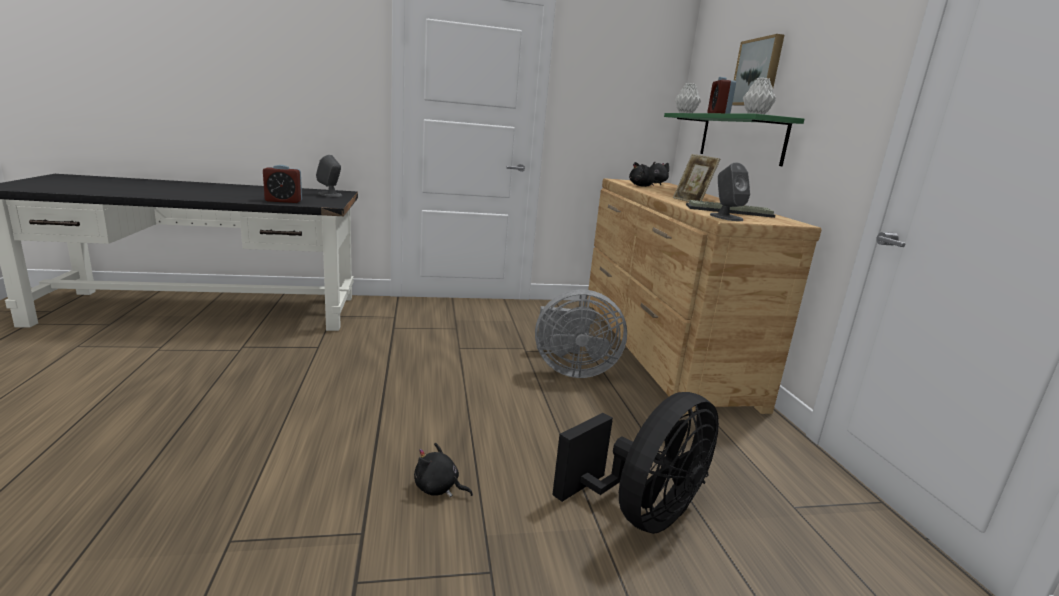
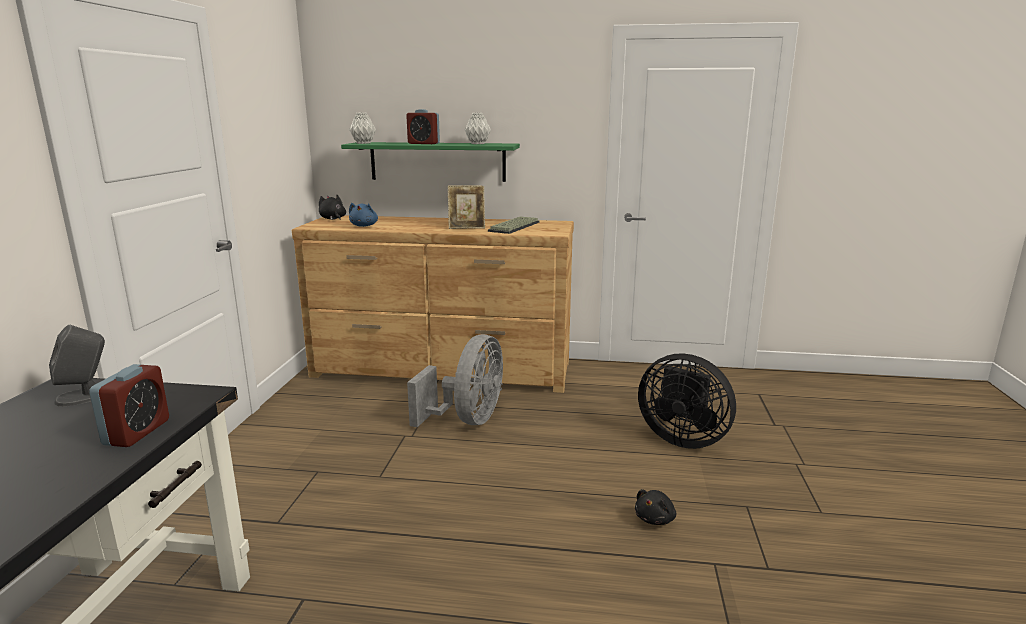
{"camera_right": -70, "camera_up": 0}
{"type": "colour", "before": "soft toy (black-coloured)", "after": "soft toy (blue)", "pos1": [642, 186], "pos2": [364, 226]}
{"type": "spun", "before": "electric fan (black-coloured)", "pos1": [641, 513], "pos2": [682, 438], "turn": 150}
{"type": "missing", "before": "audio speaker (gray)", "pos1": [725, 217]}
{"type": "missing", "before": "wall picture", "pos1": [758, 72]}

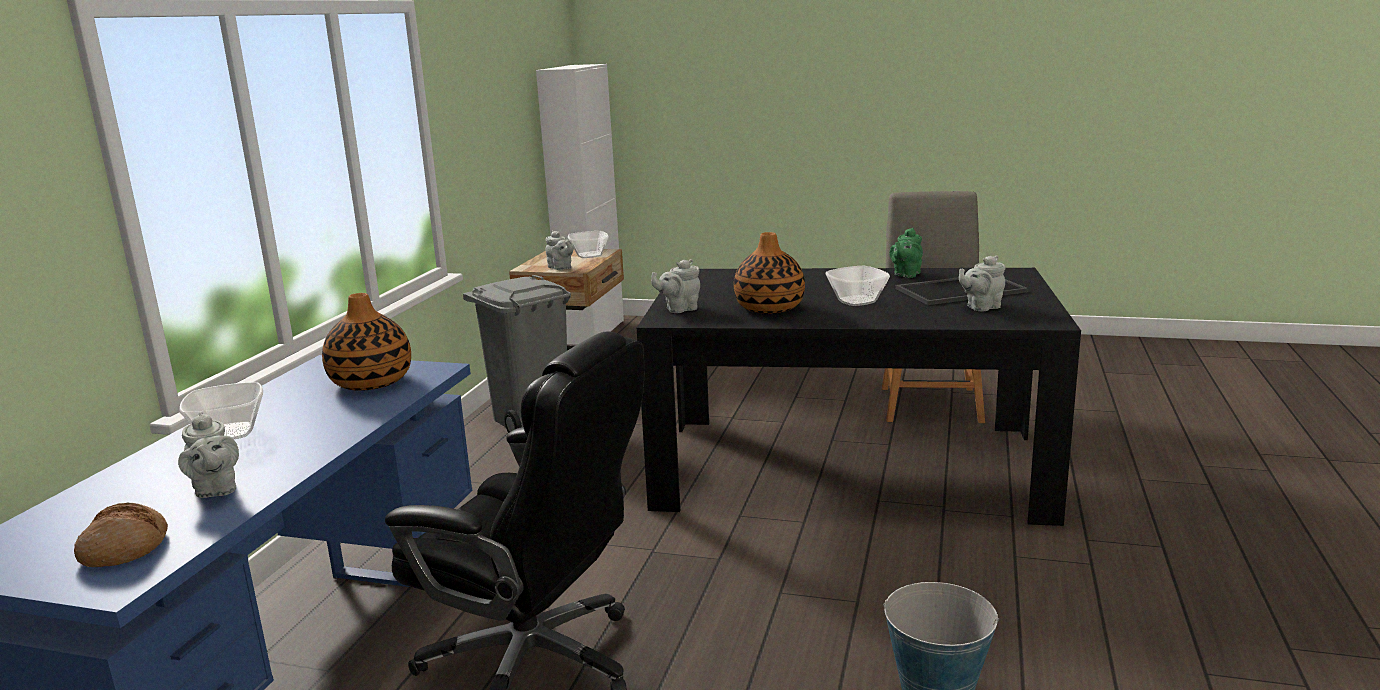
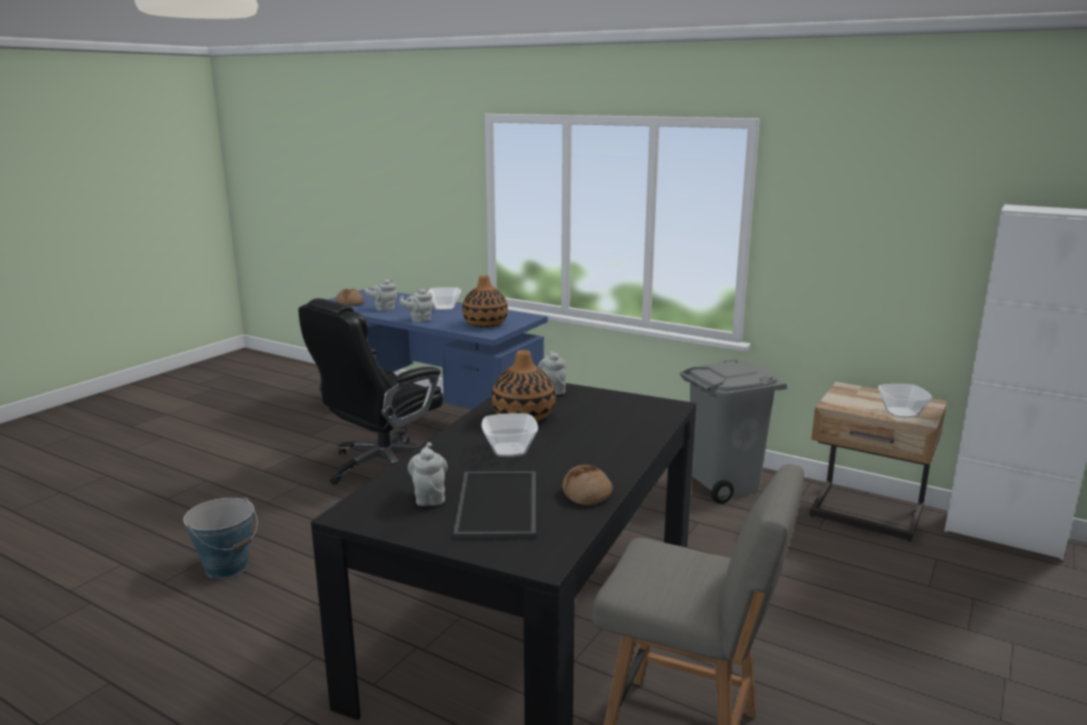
{"camera_right": 105, "camera_up": 0}
{"type": "relocated", "before": "teapot (gray)", "pos1": [561, 268], "pos2": [419, 320]}
{"type": "exchanged", "before": "teapot (green)", "after": "bakery bread", "pos1": [906, 274], "pos2": [587, 493]}

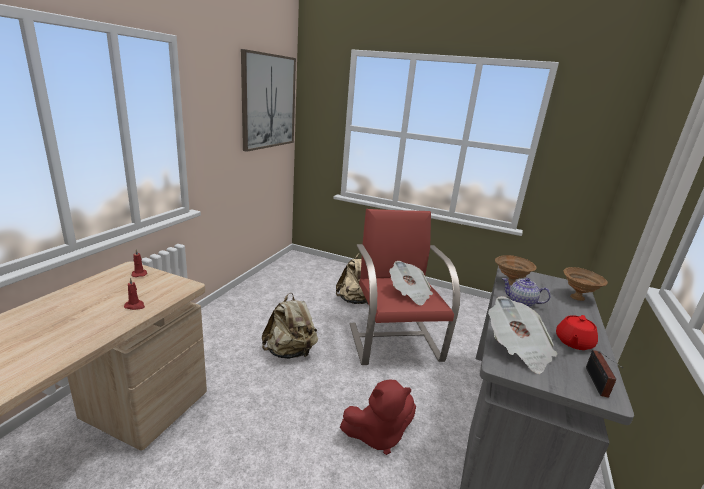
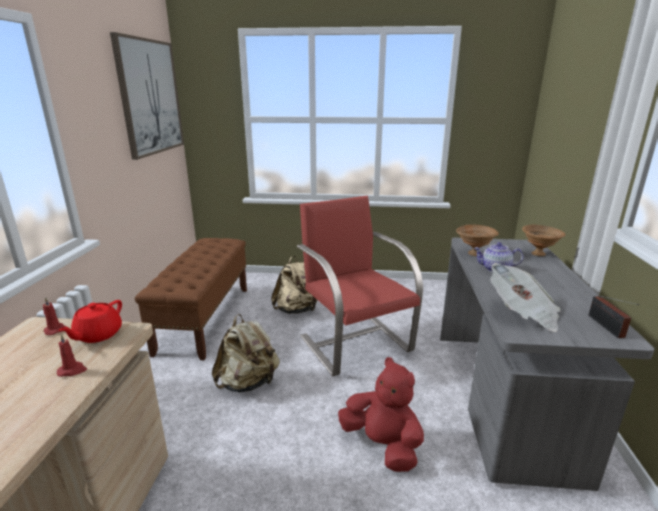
{"camera_right": -15, "camera_up": 0}
{"type": "relocated", "before": "teapot (red-coloured)", "pos1": [573, 342], "pos2": [98, 335]}
{"type": "appeared", "after": "bench (brown-coloured)", "pos2": [205, 318]}
{"type": "spun", "before": "soft toy (red-coloured)", "pos1": [378, 435], "pos2": [382, 445], "turn": -105}
{"type": "missing", "before": "newspaper", "pos1": [409, 293]}

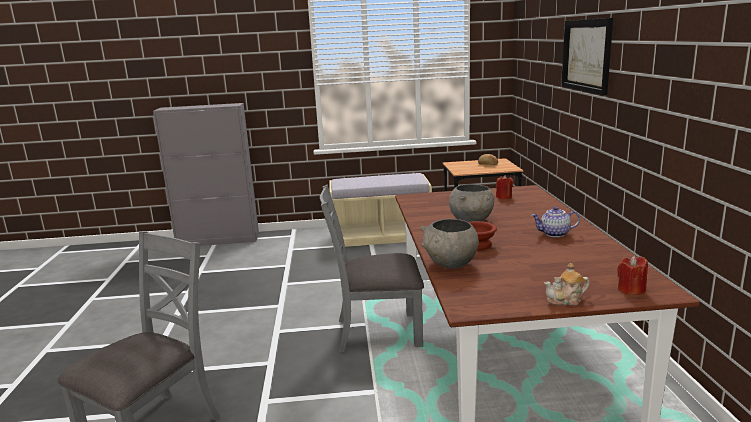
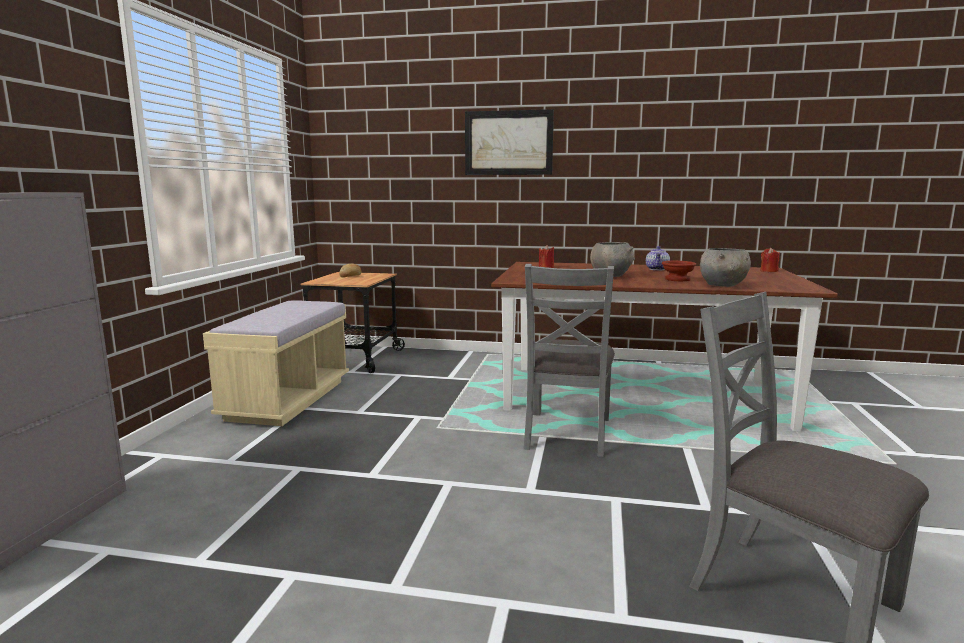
{"camera_right": -75, "camera_up": -5}
{"type": "missing", "before": "teapot", "pos1": [566, 300]}

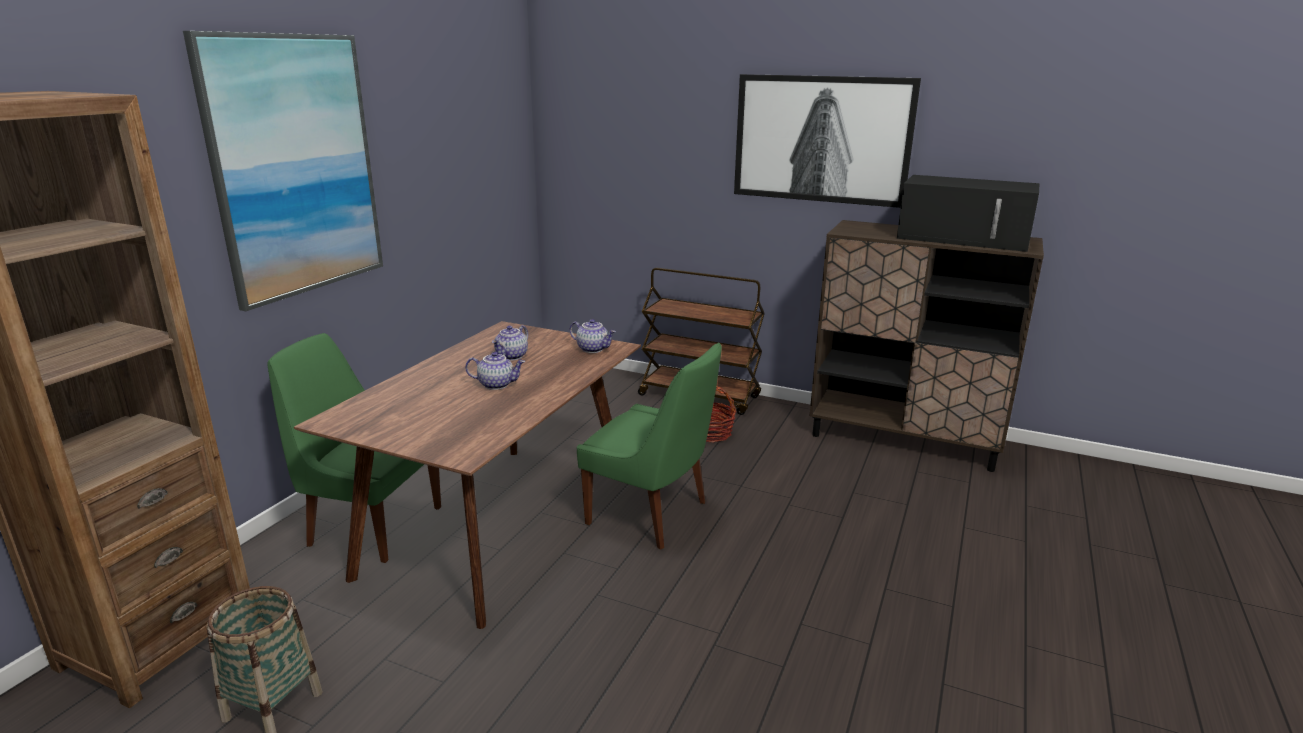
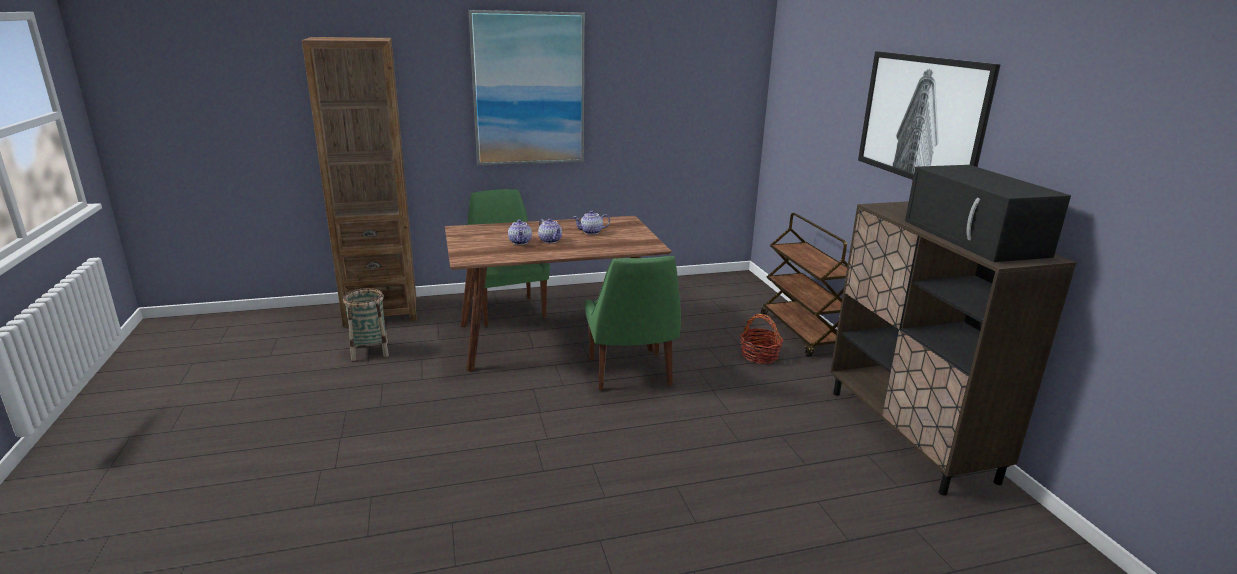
{"camera_right": 50, "camera_up": 0}
{"type": "relocated", "before": "teapot", "pos1": [593, 349], "pos2": [520, 242]}

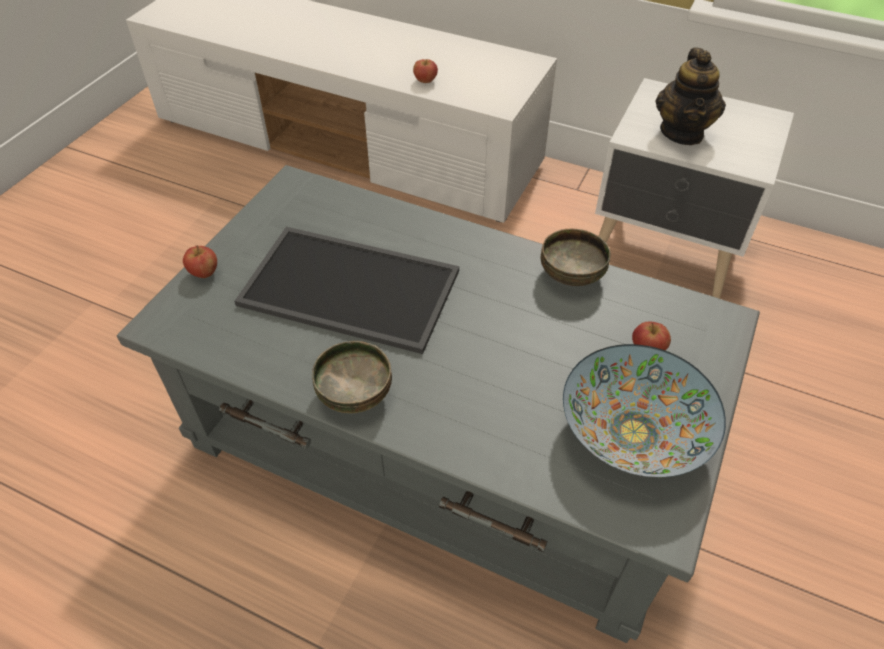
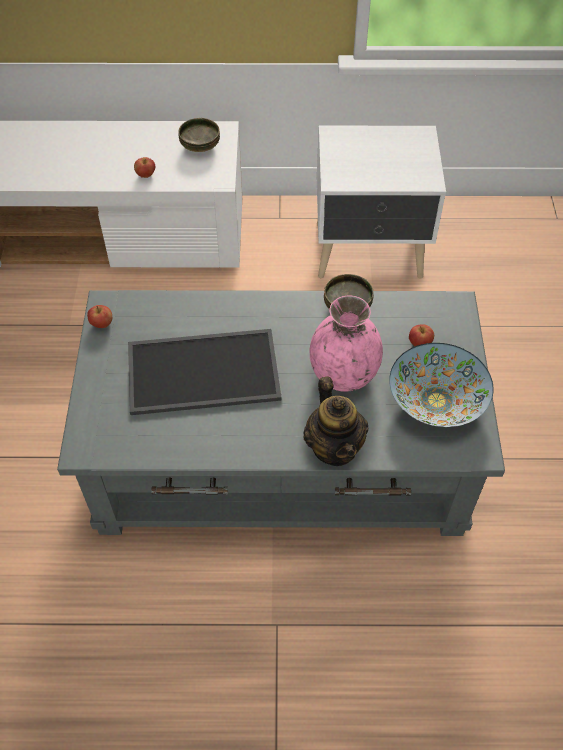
{"camera_right": -25, "camera_up": 5}
{"type": "relocated", "before": "apple", "pos1": [204, 273], "pos2": [102, 324]}
{"type": "relocated", "before": "serving bowl", "pos1": [355, 392], "pos2": [200, 146]}
{"type": "relocated", "before": "teapot", "pos1": [682, 132], "pos2": [334, 447]}
{"type": "appeared", "after": "vase (pinkish)", "pos2": [343, 375]}

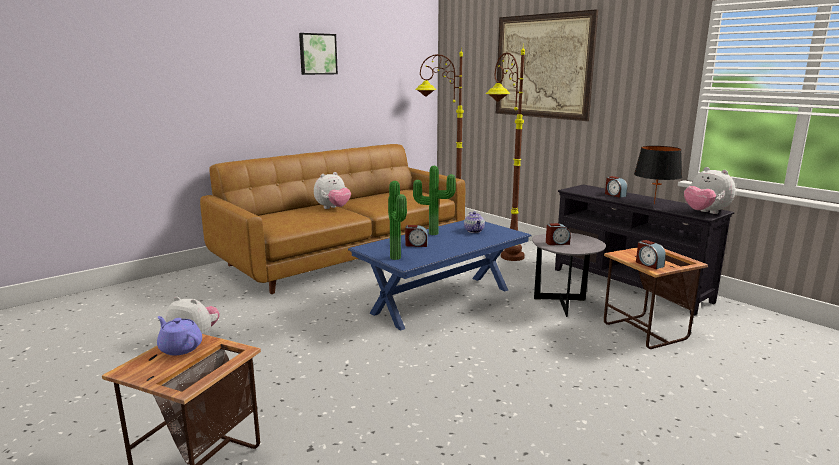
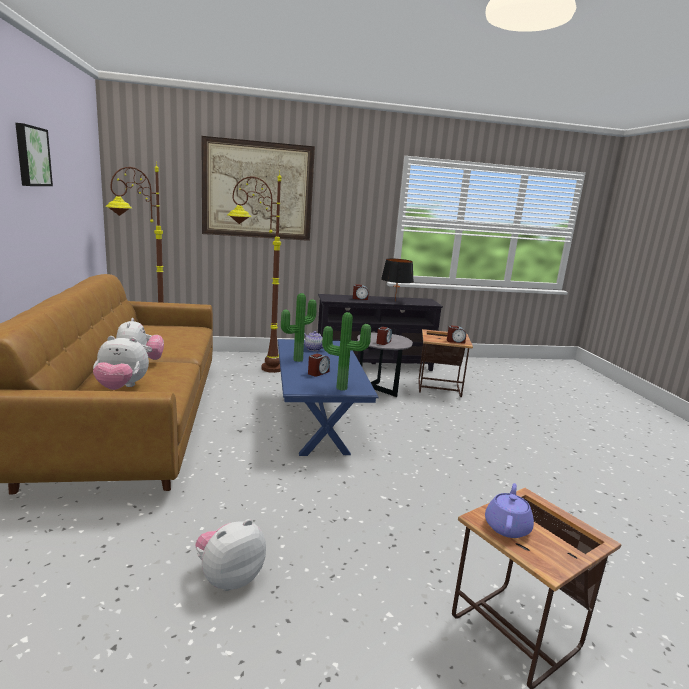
{"camera_right": -60, "camera_up": 0}
{"type": "relocated", "before": "soft toy", "pos1": [705, 213], "pos2": [121, 388]}
{"type": "spun", "before": "teapot (purplish)", "pos1": [180, 348], "pos2": [507, 526], "turn": 135}

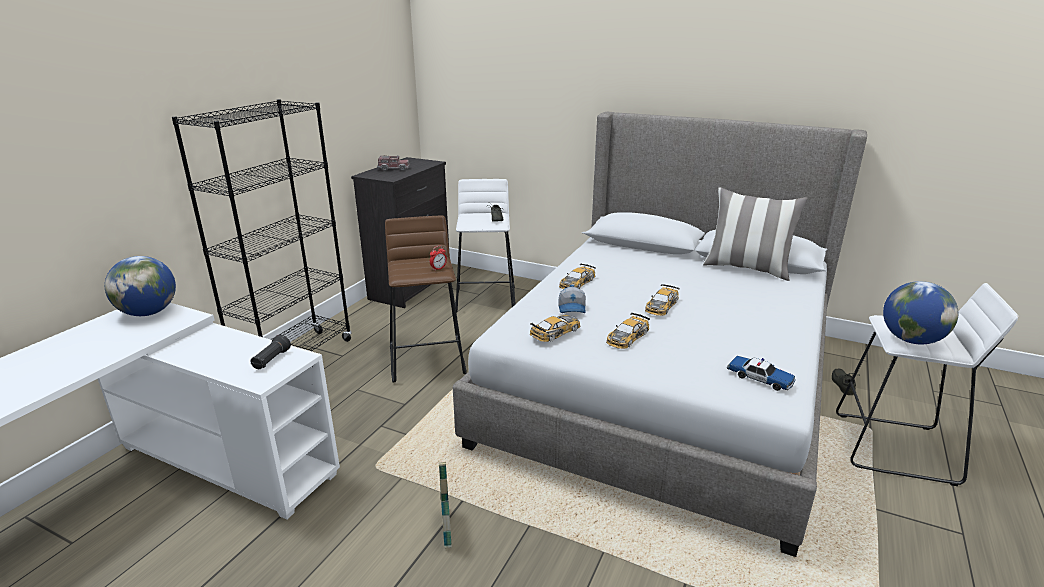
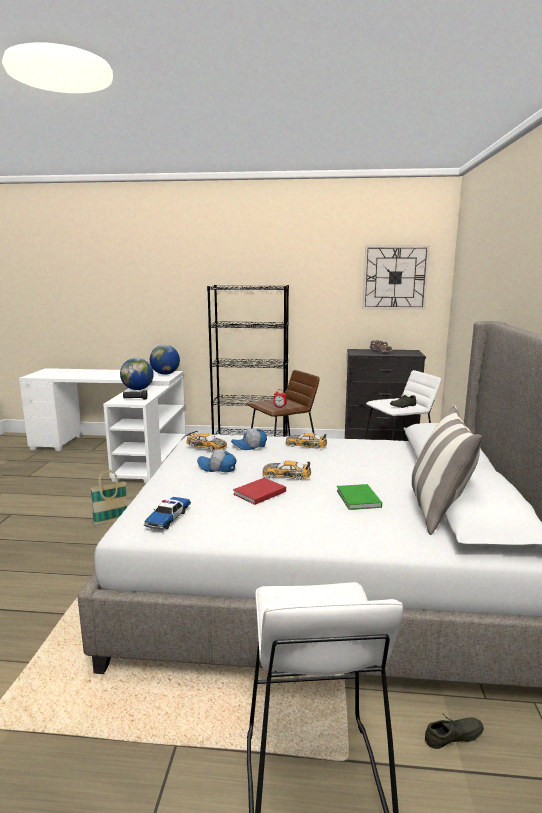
{"camera_right": 70, "camera_up": -10}
{"type": "relocated", "before": "world globe", "pos1": [911, 340], "pos2": [138, 389]}
{"type": "exchanged", "before": "model car", "after": "baseball cap", "pos1": [627, 337], "pos2": [217, 468]}
{"type": "appeared", "after": "bound book (red-coloured)", "pos2": [258, 493]}
{"type": "appeared", "after": "bound book (green)", "pos2": [358, 499]}
{"type": "appeared", "after": "clock on the wall", "pos2": [395, 277]}

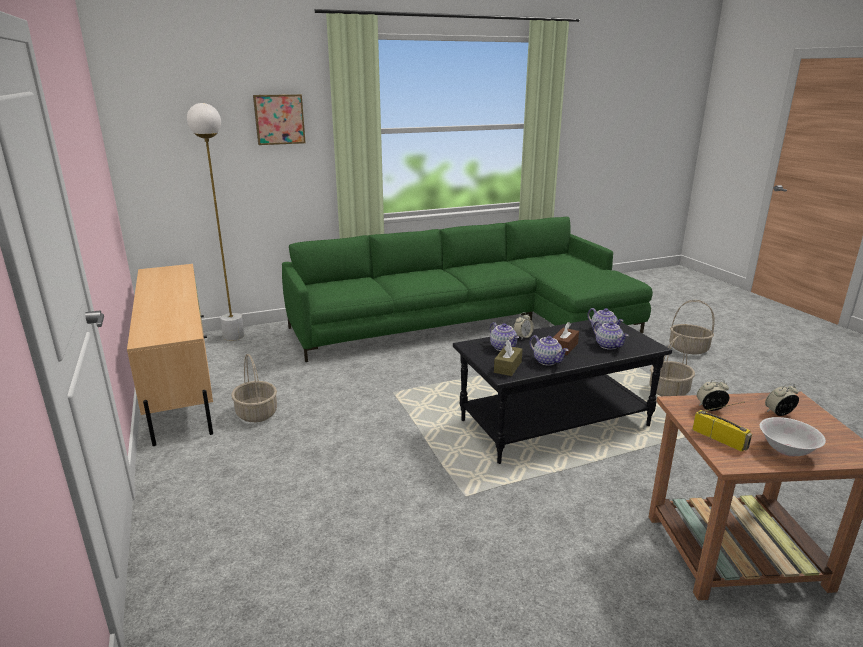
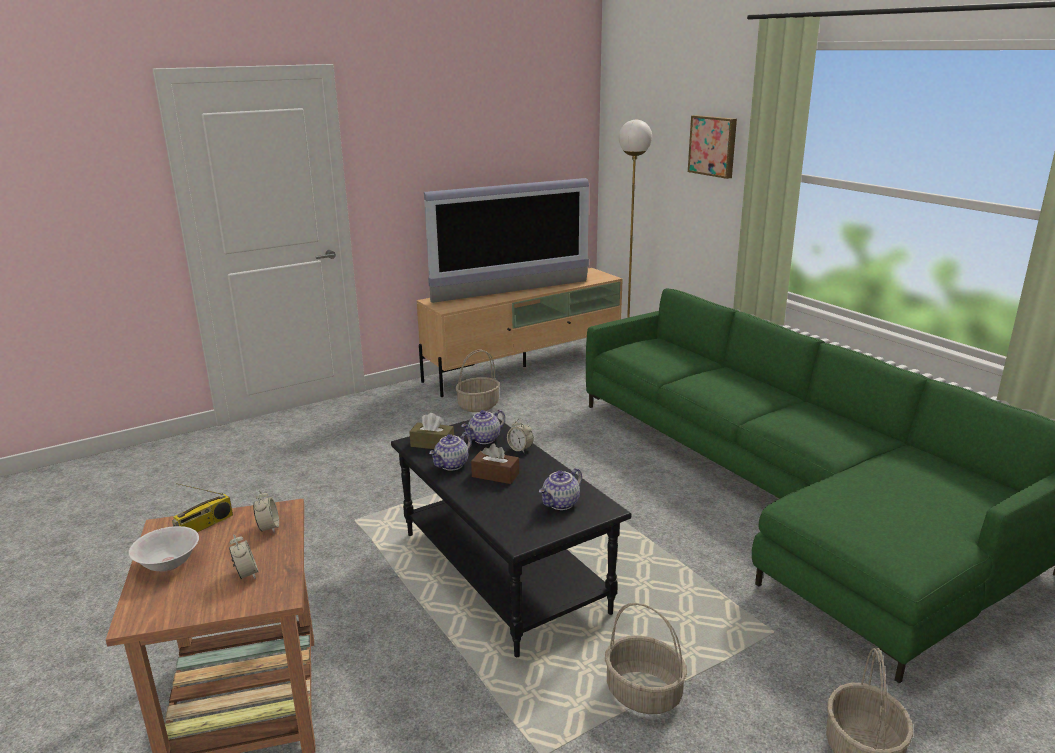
{"camera_right": 80, "camera_up": 0}
{"type": "appeared", "after": "TV set", "pos2": [512, 291]}
{"type": "missing", "before": "teapot", "pos1": [609, 346]}

